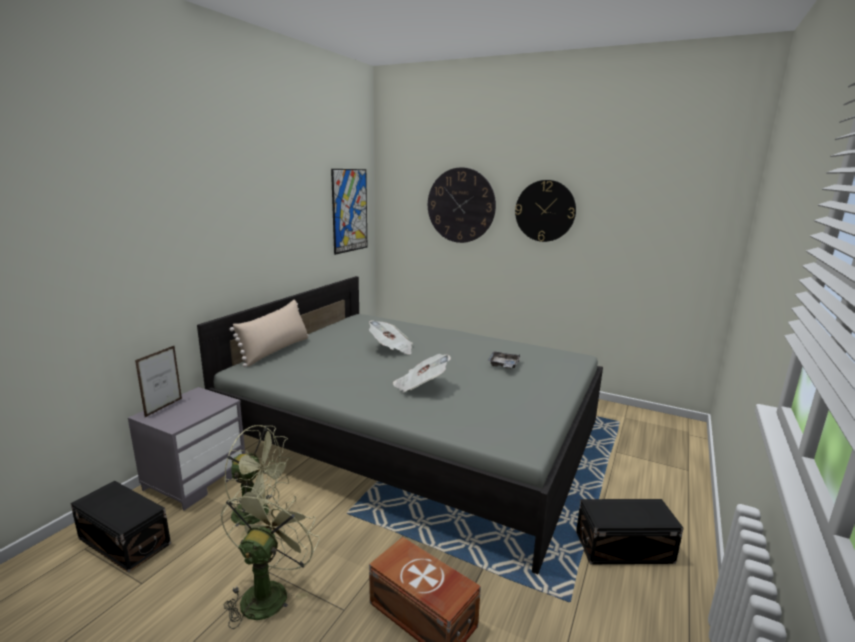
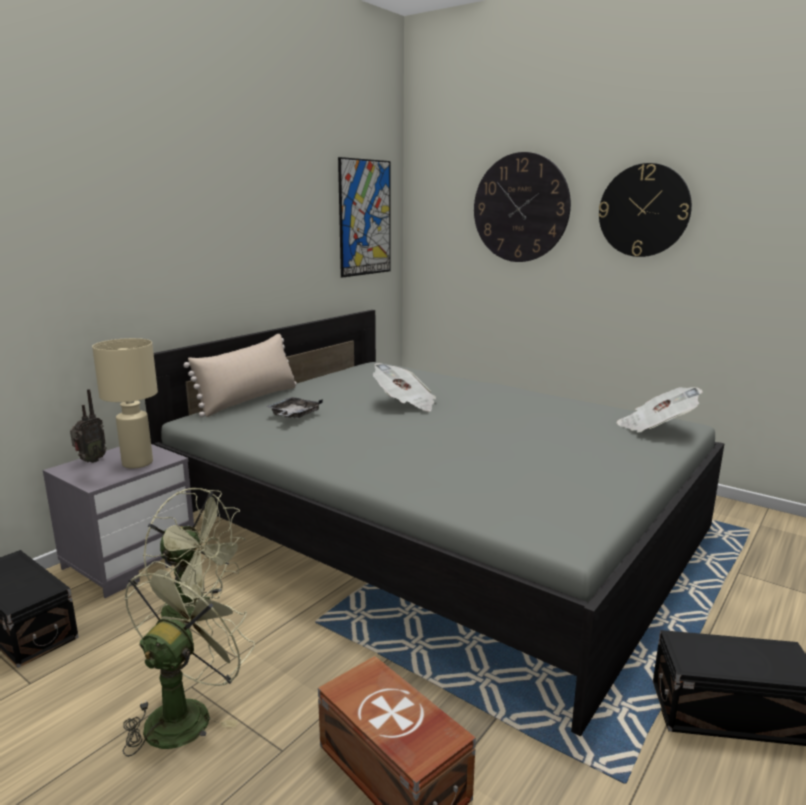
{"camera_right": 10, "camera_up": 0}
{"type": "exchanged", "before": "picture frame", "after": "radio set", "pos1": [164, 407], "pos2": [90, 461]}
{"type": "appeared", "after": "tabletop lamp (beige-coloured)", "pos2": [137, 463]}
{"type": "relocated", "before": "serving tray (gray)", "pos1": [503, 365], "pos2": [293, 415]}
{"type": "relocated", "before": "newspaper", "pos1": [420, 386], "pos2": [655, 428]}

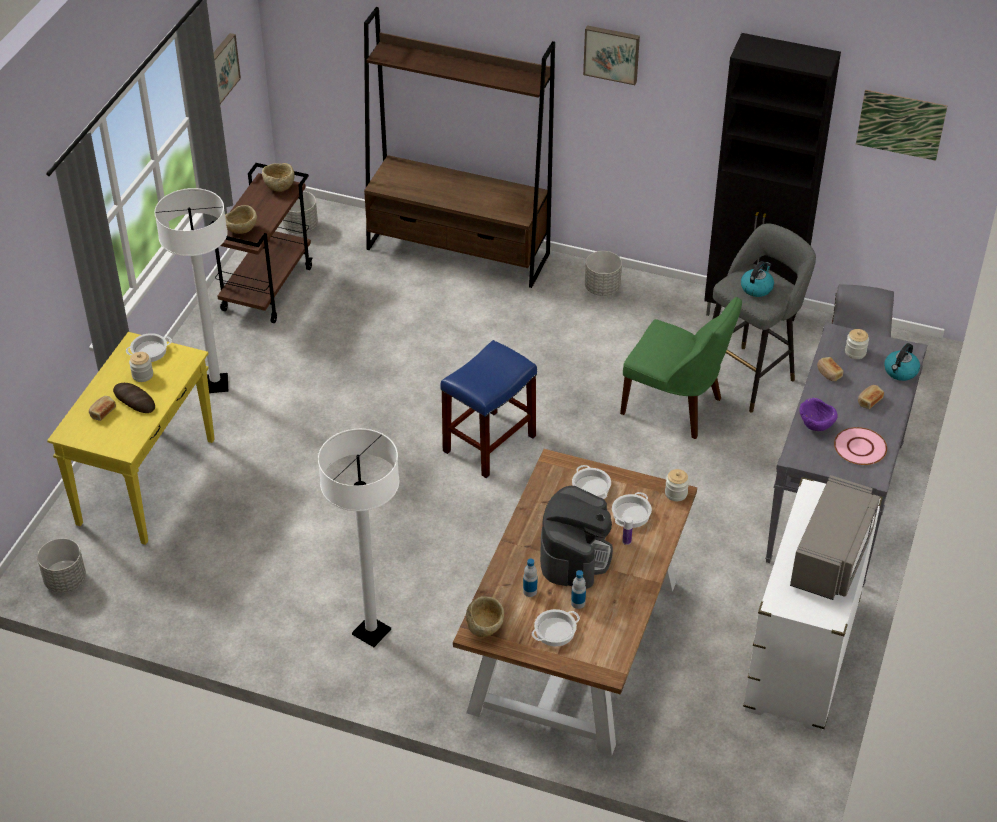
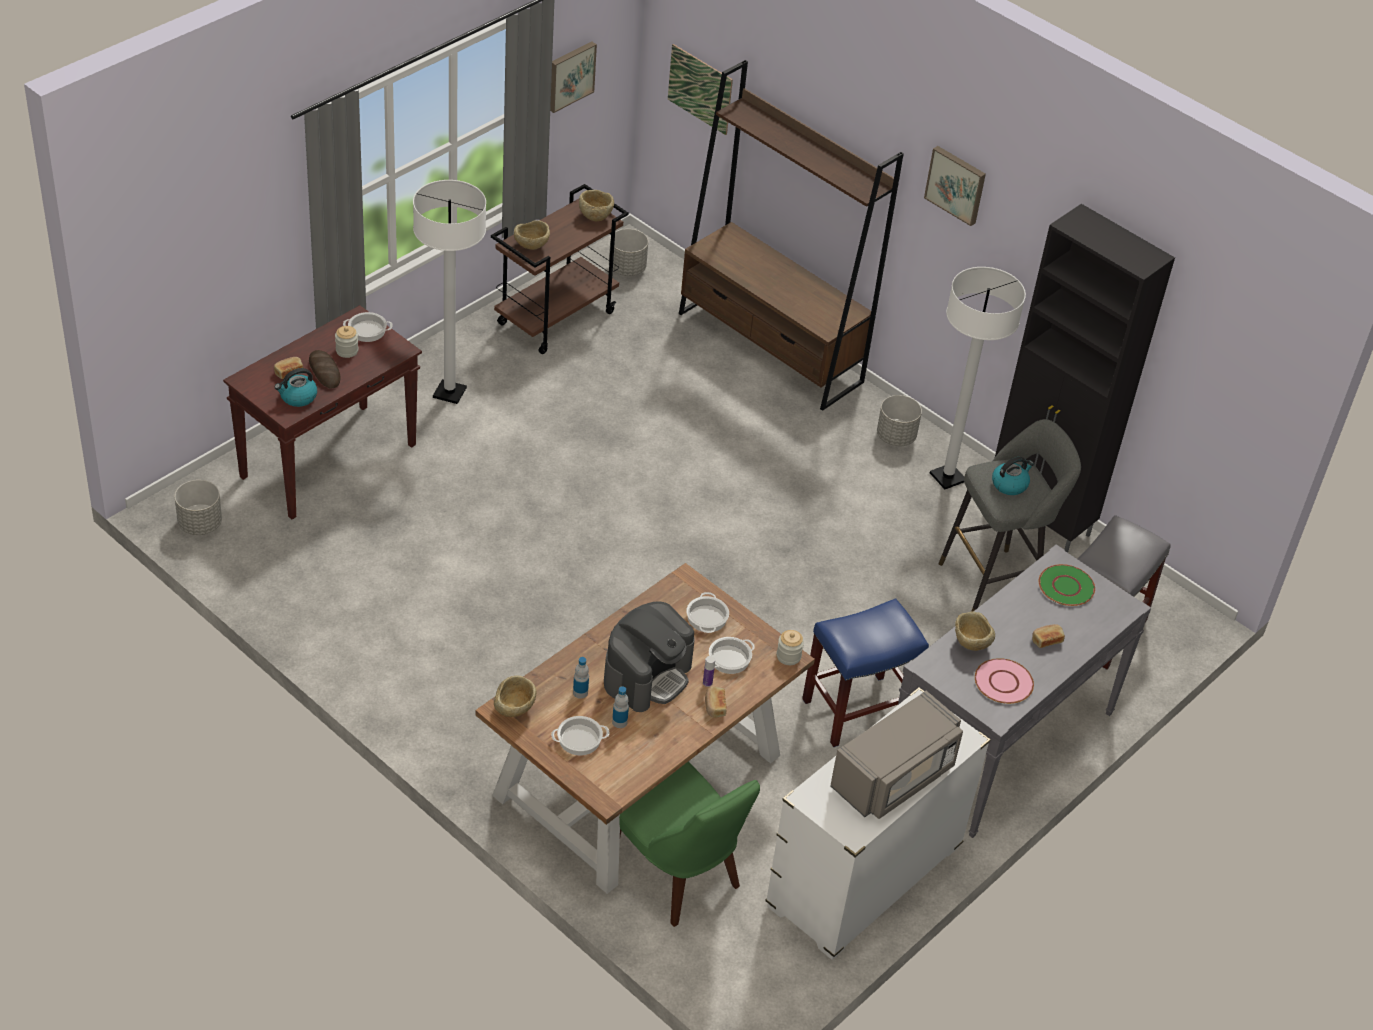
{"camera_right": 20, "camera_up": 0}
{"type": "colour", "before": "hall table (yellowish)", "after": "hall table (brown-coloured)", "pos1": [146, 481], "pos2": [329, 460]}
{"type": "relocated", "before": "water kettle", "pos1": [900, 372], "pos2": [298, 397]}
{"type": "relocated", "before": "chair (green)", "pos1": [676, 407], "pos2": [678, 876]}
{"type": "relocated", "before": "wall picture", "pos1": [900, 124], "pos2": [700, 89]}
{"type": "relocated", "before": "bakery bread", "pos1": [828, 373], "pos2": [714, 706]}
{"type": "relocated", "before": "sitting stool (blue)", "pos1": [489, 443], "pos2": [857, 709]}
{"type": "relocated", "before": "standard lamp (whitish)", "pos1": [371, 632], "pos2": [947, 477]}
{"type": "colour", "before": "serving bowl (purplish)", "after": "serving bowl (beige-coloured)", "pos1": [815, 426], "pos2": [970, 644]}
{"type": "exchanged", "before": "preserve jar", "after": "dinner plate (green)", "pos1": [855, 352], "pos2": [1066, 586]}

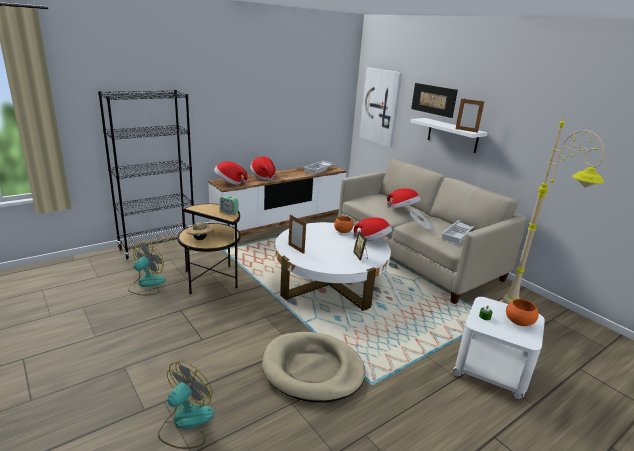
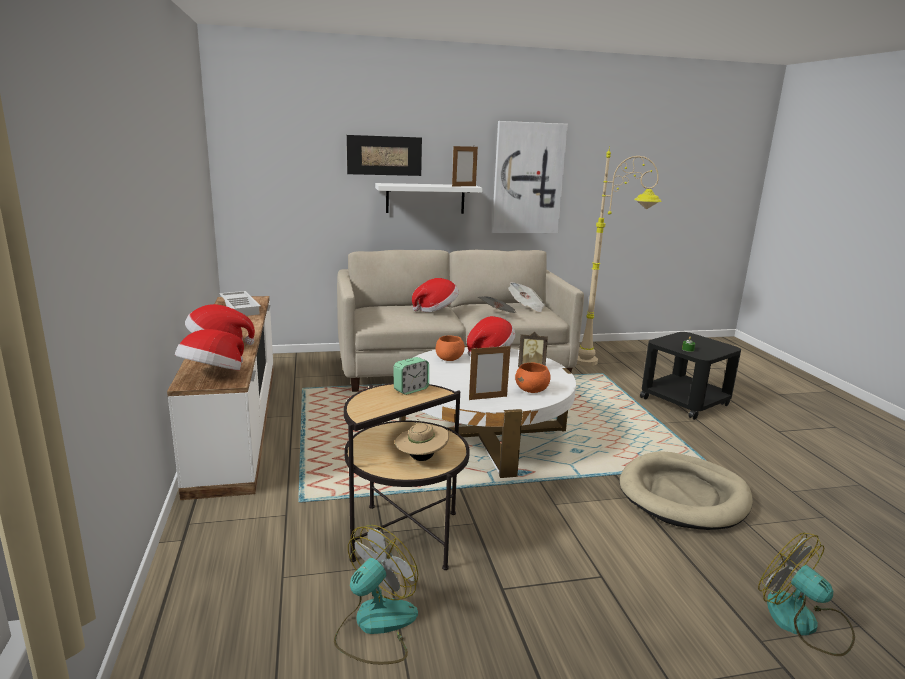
{"camera_right": -65, "camera_up": -5}
{"type": "spun", "before": "electric fan", "pos1": [147, 284], "pos2": [375, 625], "turn": 75}
{"type": "relocated", "before": "wall picture", "pos1": [380, 106], "pos2": [528, 178]}
{"type": "exchanged", "before": "serving tray (whitish)", "after": "newspaper", "pos1": [458, 235], "pos2": [526, 307]}
{"type": "relocated", "before": "serving bowl (orange-coloured)", "pos1": [519, 322], "pos2": [532, 390]}
{"type": "colour", "before": "accent table (whitish)", "after": "accent table (black-coloured)", "pos1": [492, 369], "pos2": [684, 401]}
{"type": "missing", "before": "bookshelf (black-coloured)", "pos1": [158, 246]}

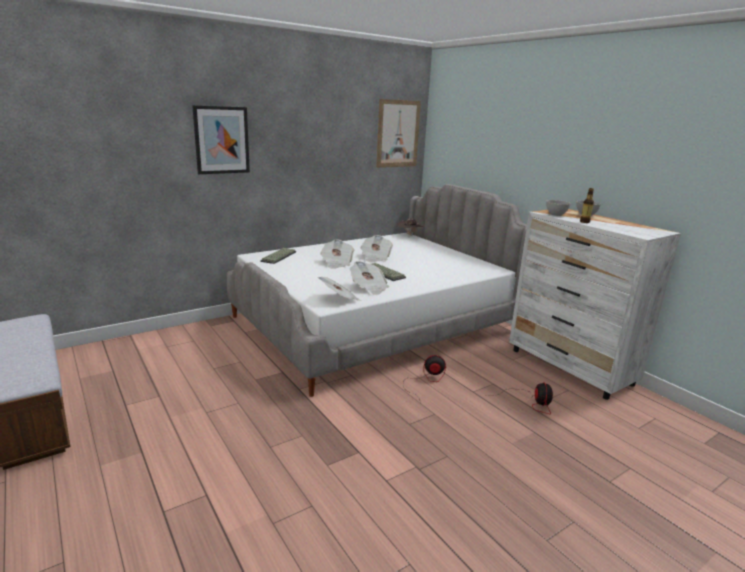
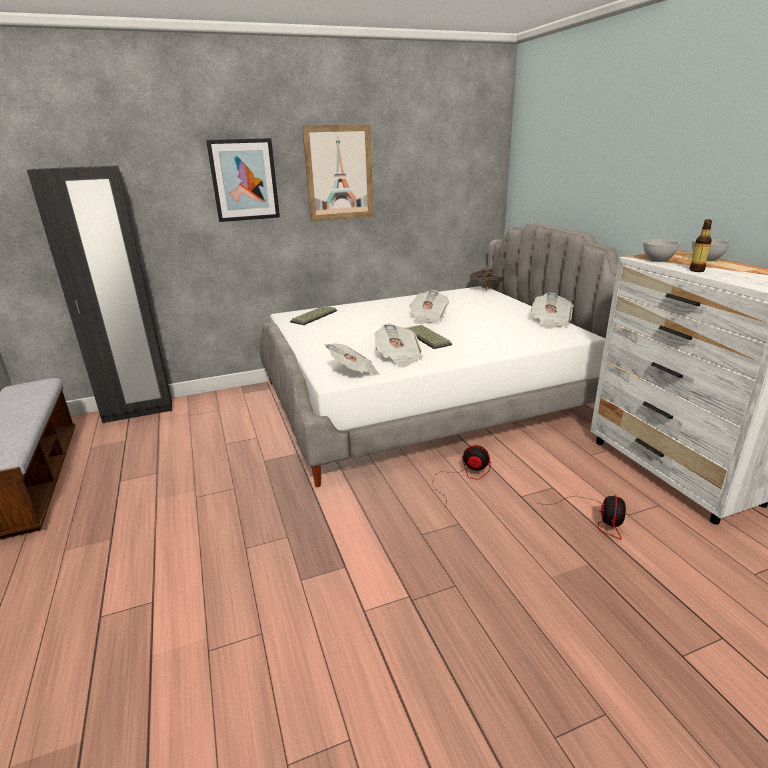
{"camera_right": 15, "camera_up": 5}
{"type": "appeared", "after": "armoire (black-coloured)", "pos2": [138, 411]}
{"type": "relocated", "before": "wall picture", "pos1": [398, 134], "pos2": [339, 173]}
{"type": "relocated", "before": "newspaper", "pos1": [336, 263], "pos2": [550, 322]}

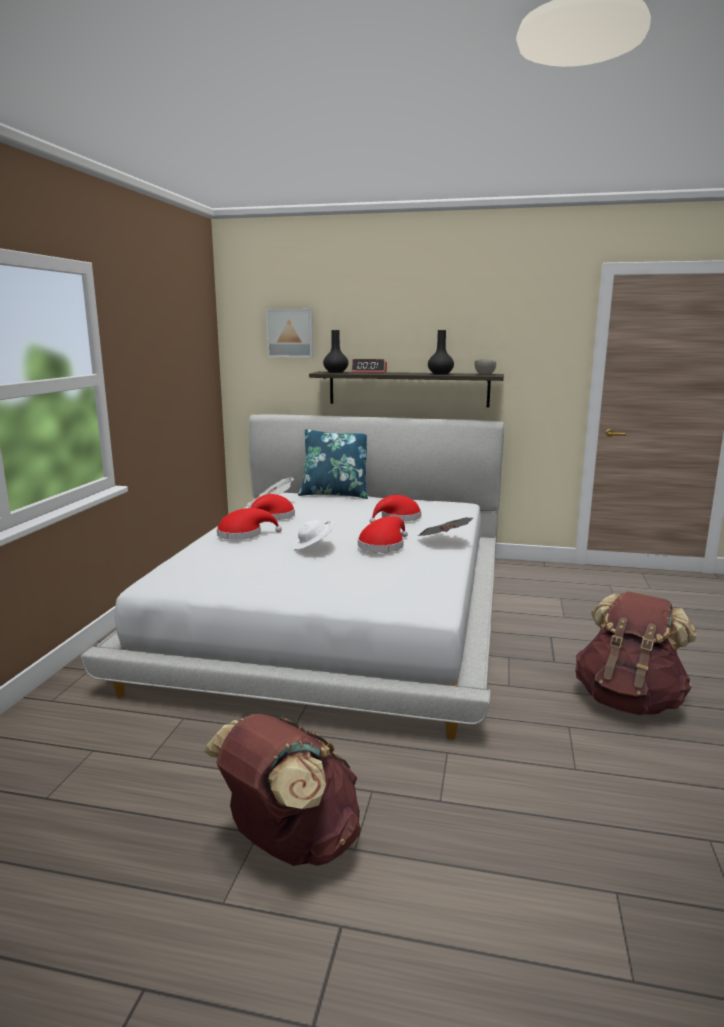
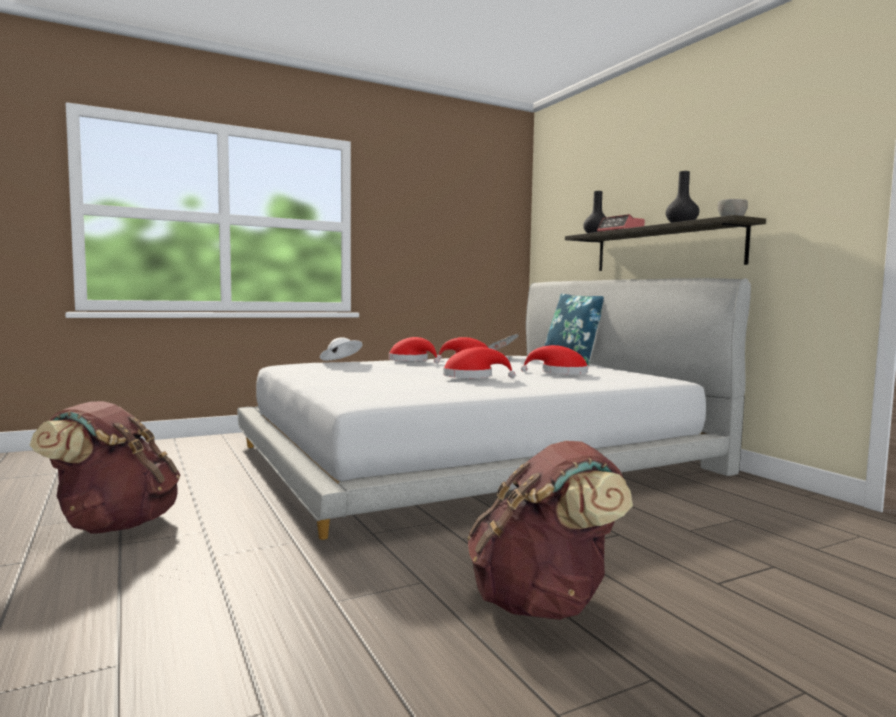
{"camera_right": 50, "camera_up": -10}
{"type": "relocated", "before": "wearable hat (whitish)", "pos1": [314, 546], "pos2": [341, 361]}
{"type": "missing", "before": "wall picture", "pos1": [290, 333]}
{"type": "missing", "before": "newspaper", "pos1": [444, 541]}

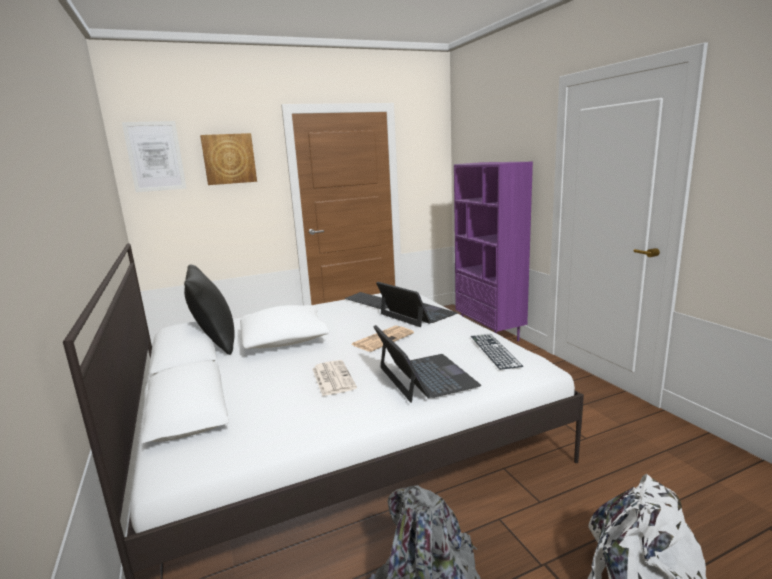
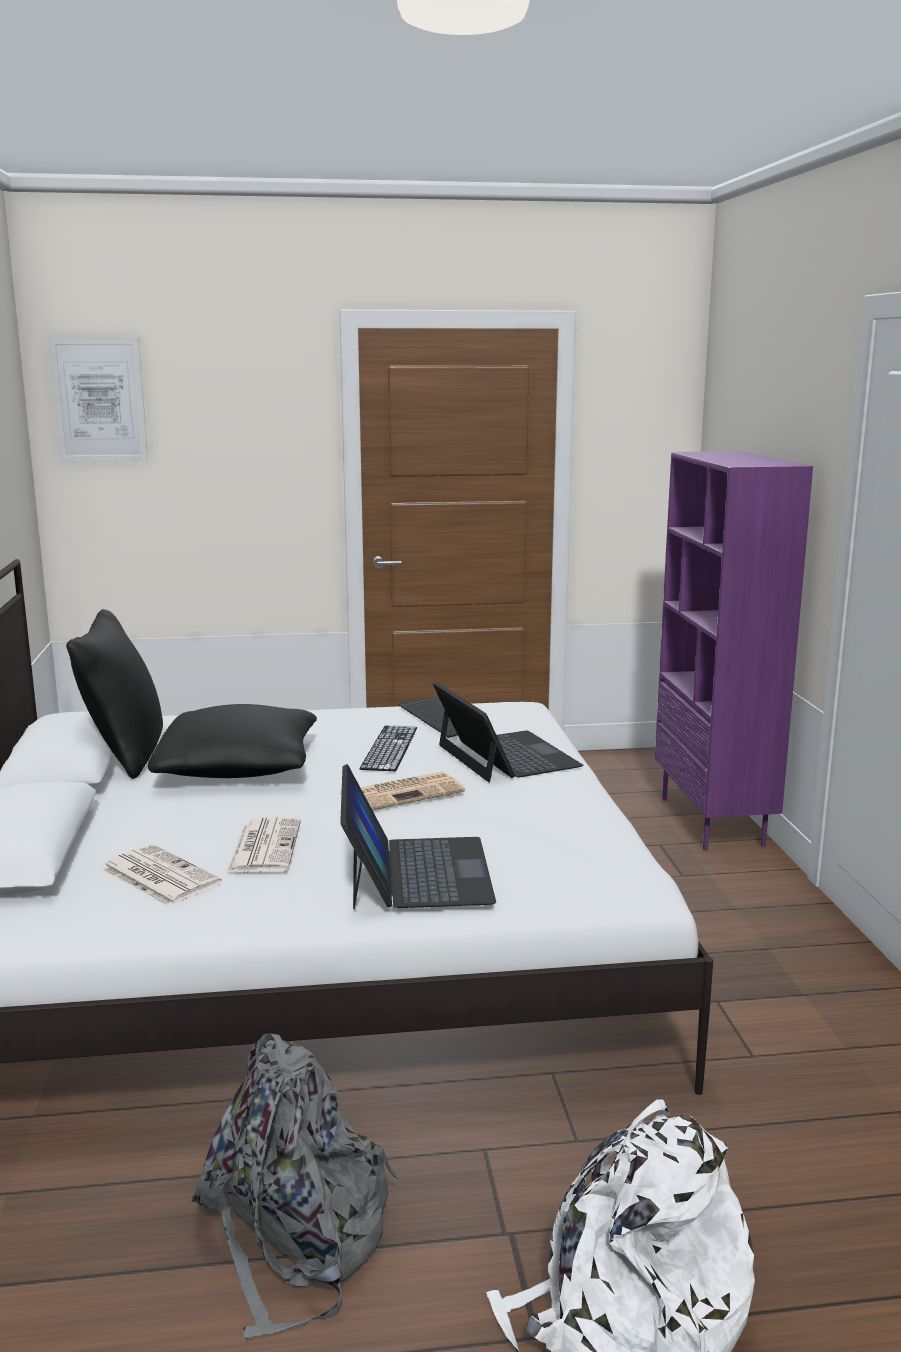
{"camera_right": 15, "camera_up": 0}
{"type": "appeared", "after": "newspaper", "pos2": [158, 876]}
{"type": "colour", "before": "pillow (whitish)", "after": "pillow (black-coloured)", "pos1": [284, 340], "pos2": [238, 767]}
{"type": "relocated", "before": "keyboard", "pos1": [494, 350], "pos2": [389, 748]}
{"type": "missing", "before": "wall picture", "pos1": [229, 159]}

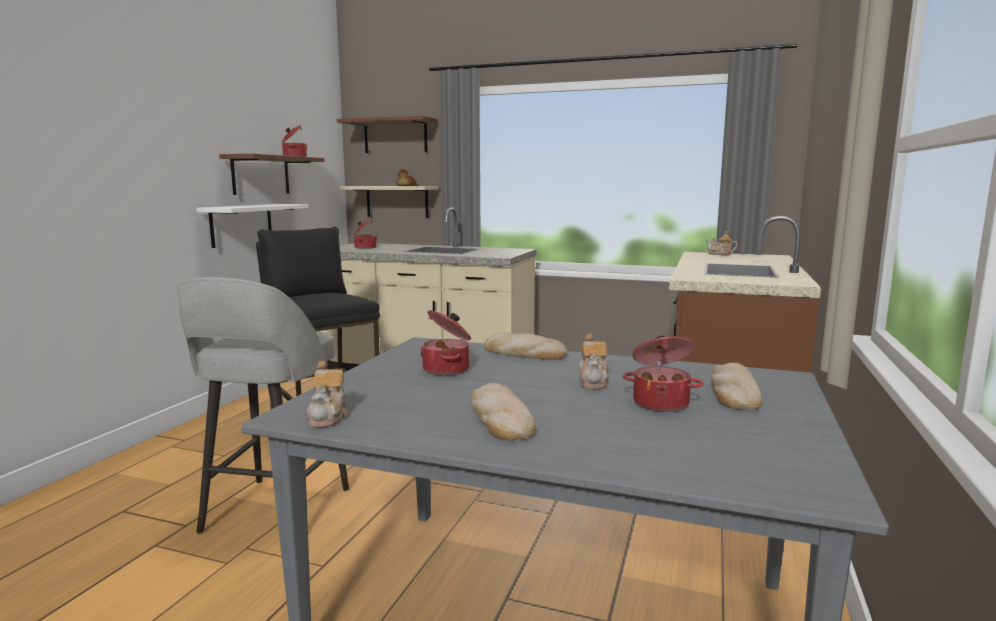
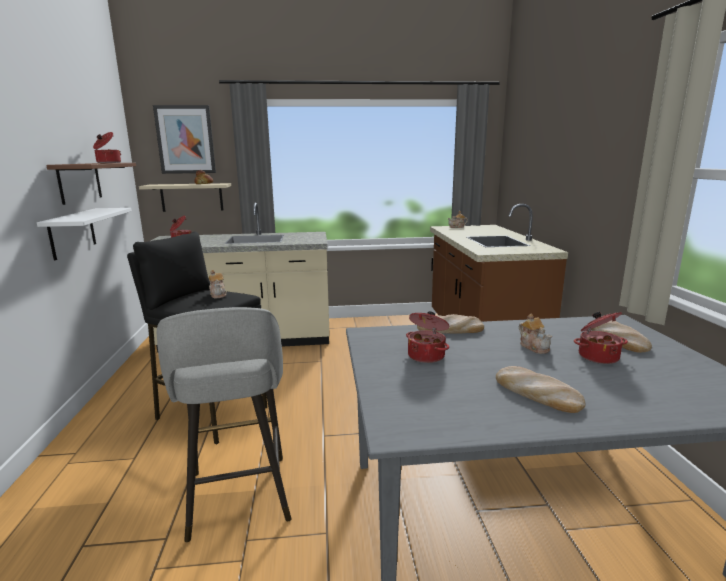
{"camera_right": -25, "camera_up": 5}
{"type": "exchanged", "before": "shelf (brown-coloured)", "after": "wall picture", "pos1": [395, 136], "pos2": [185, 140]}
{"type": "relocated", "before": "teapot", "pos1": [328, 417], "pos2": [218, 294]}

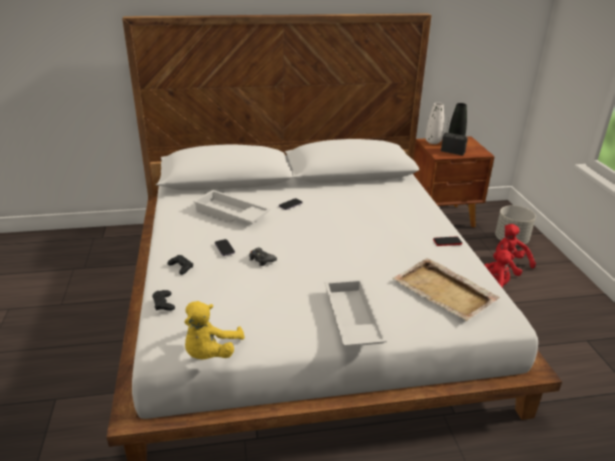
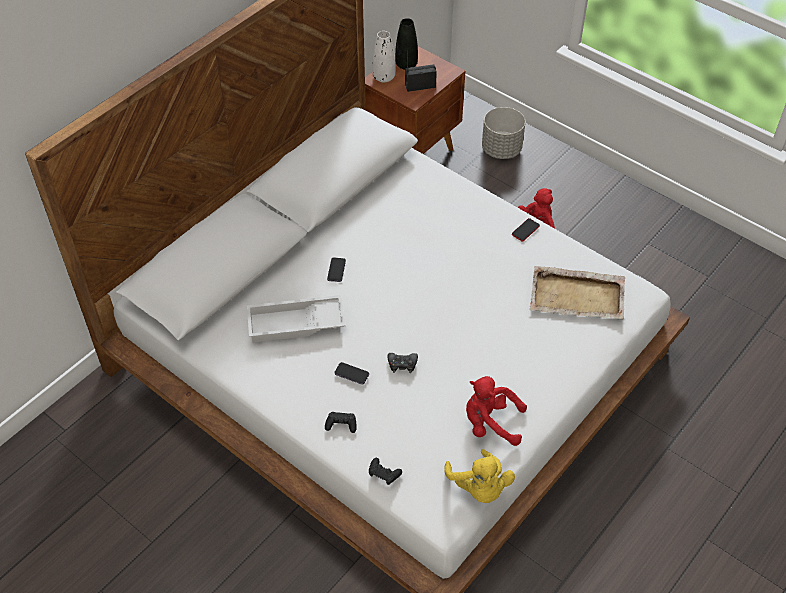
{"camera_right": -40, "camera_up": 20}
{"type": "relocated", "before": "soft toy (red-coloured)", "pos1": [509, 264], "pos2": [490, 423]}
{"type": "missing", "before": "serving tray (whitish)", "pos1": [350, 319]}

